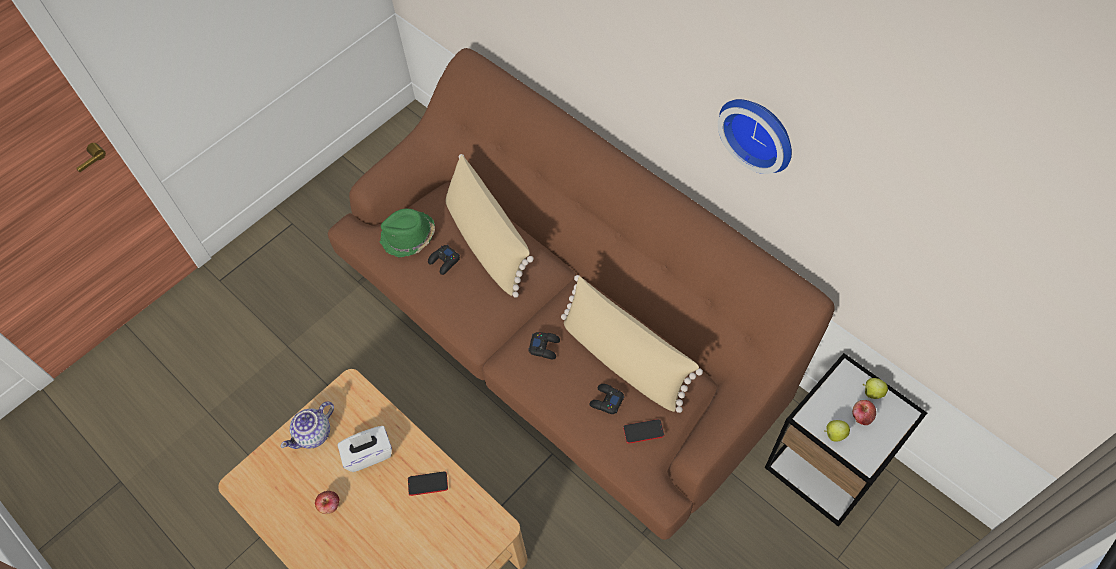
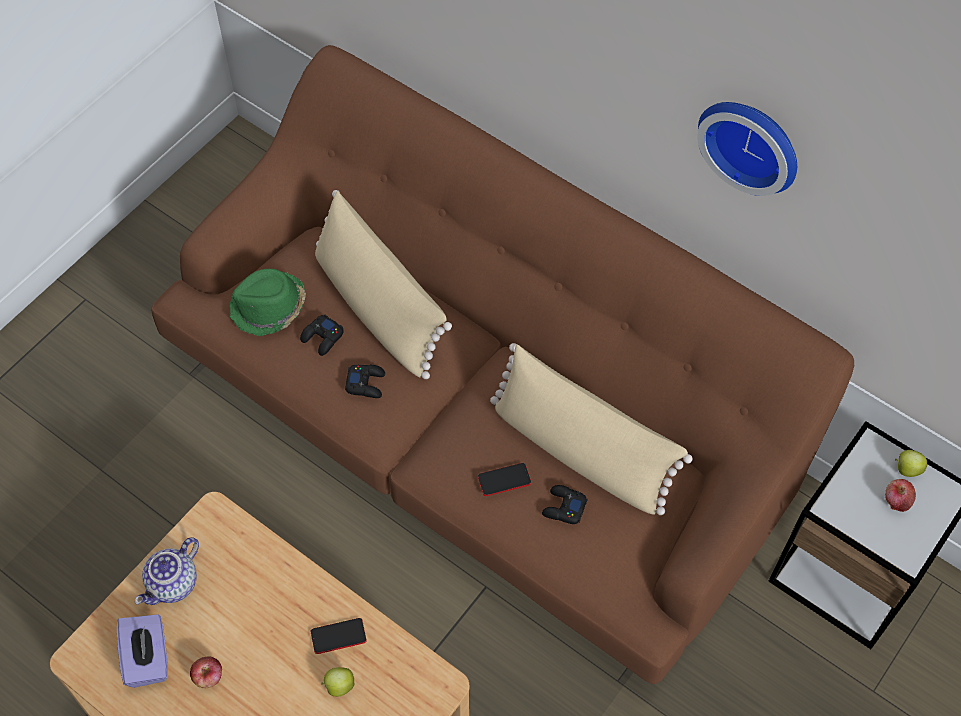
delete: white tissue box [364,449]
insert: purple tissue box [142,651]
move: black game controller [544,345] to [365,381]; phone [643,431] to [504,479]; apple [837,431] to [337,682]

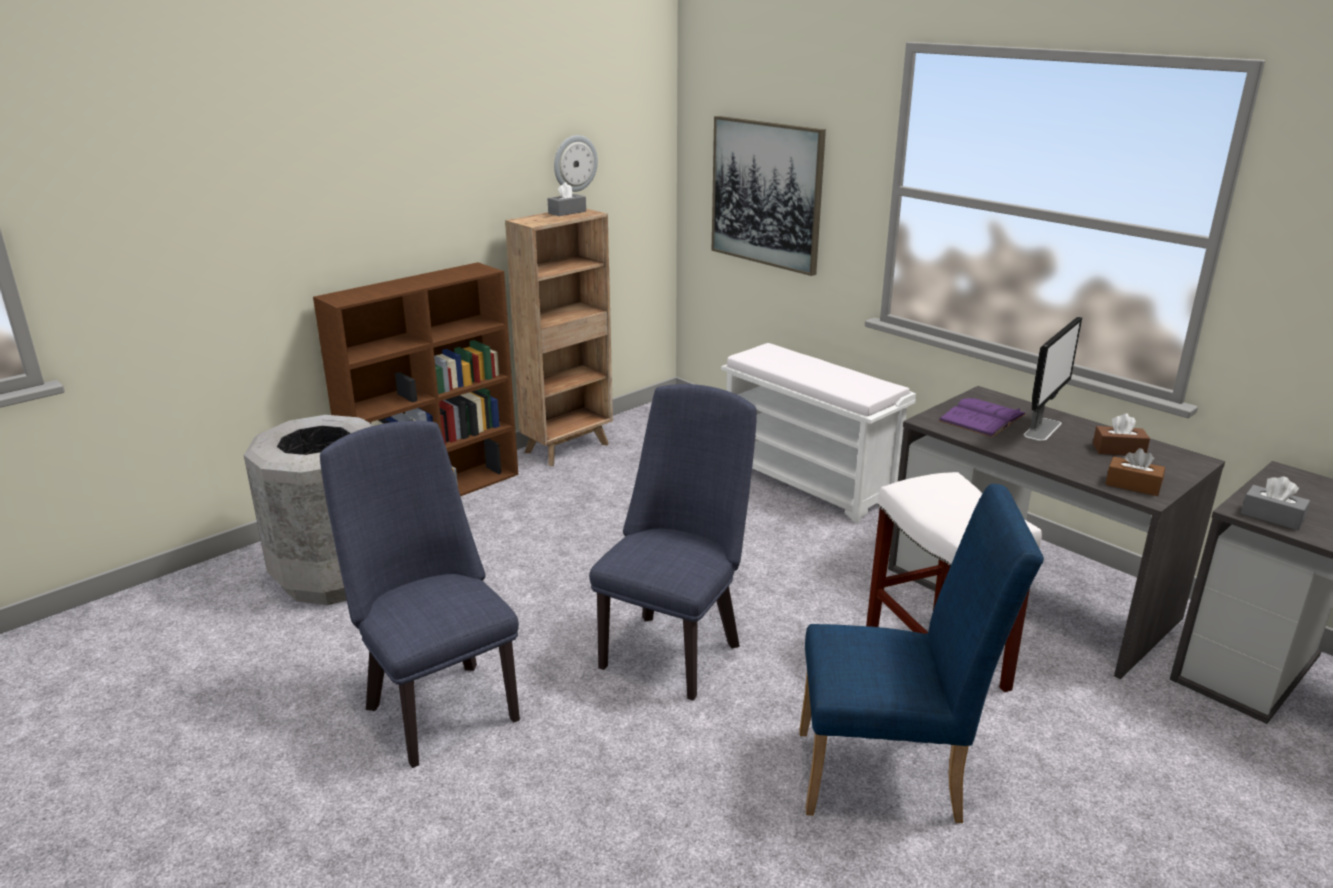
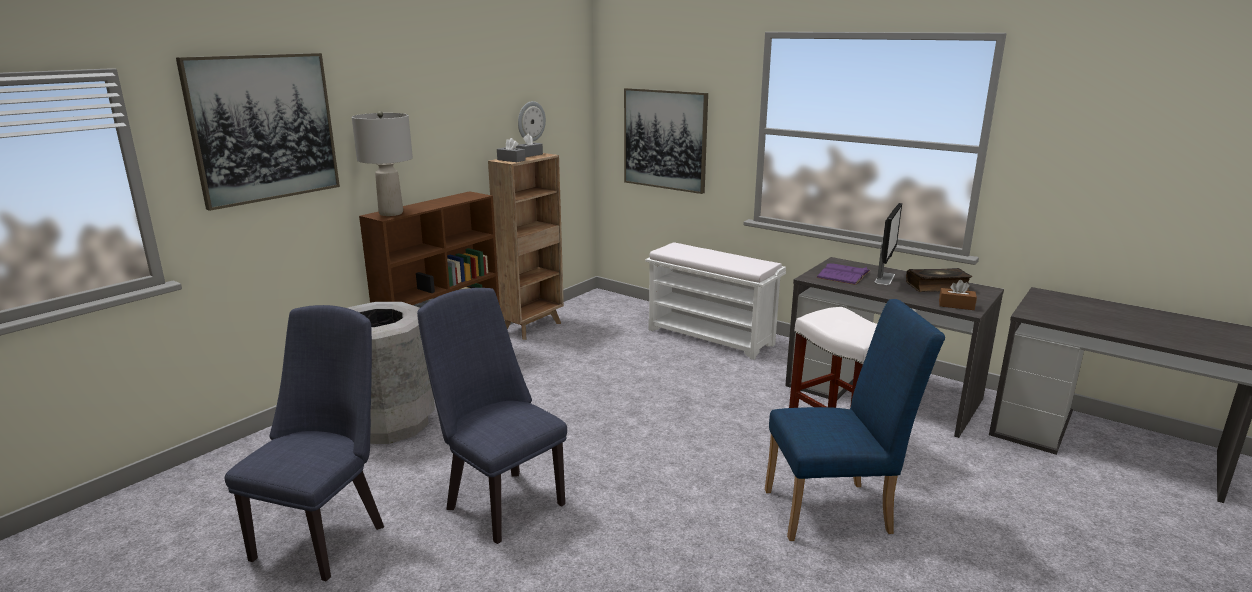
insert: picture [258,132]; grey table lamp [382,163]
move: blue chair [673,542] to [304,443]; grey tissue box [1275,503] to [511,150]
replace: brown tissue box [1121,434] to book [939,280]

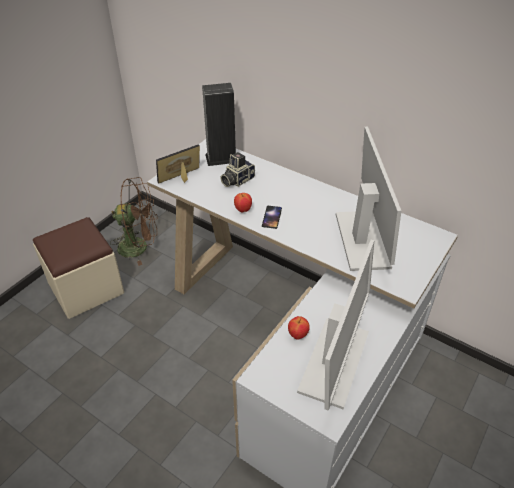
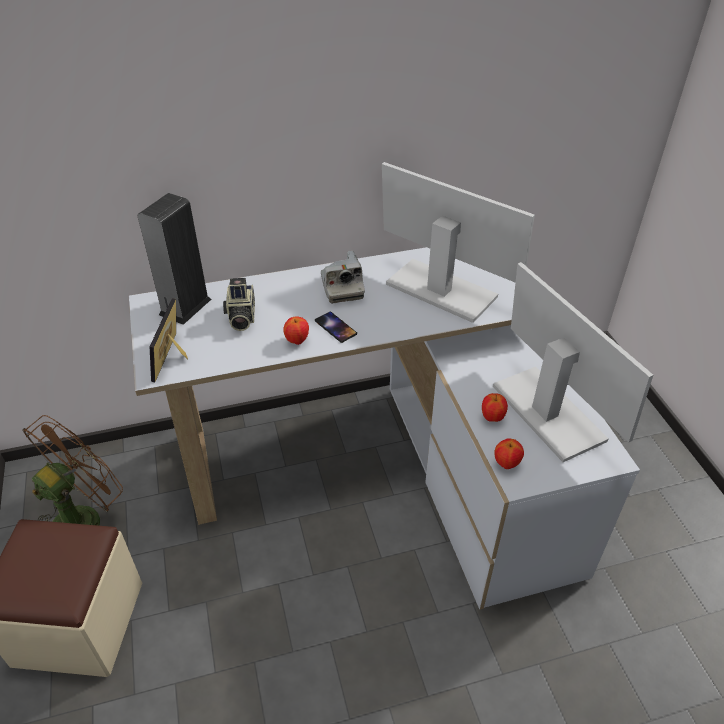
insert: photo camera [343,277]; apple [509,453]

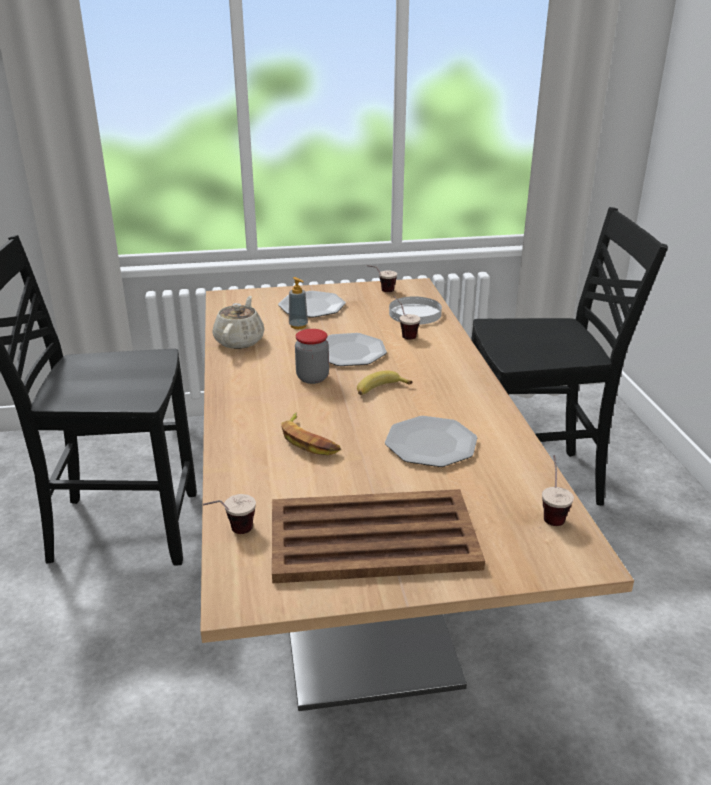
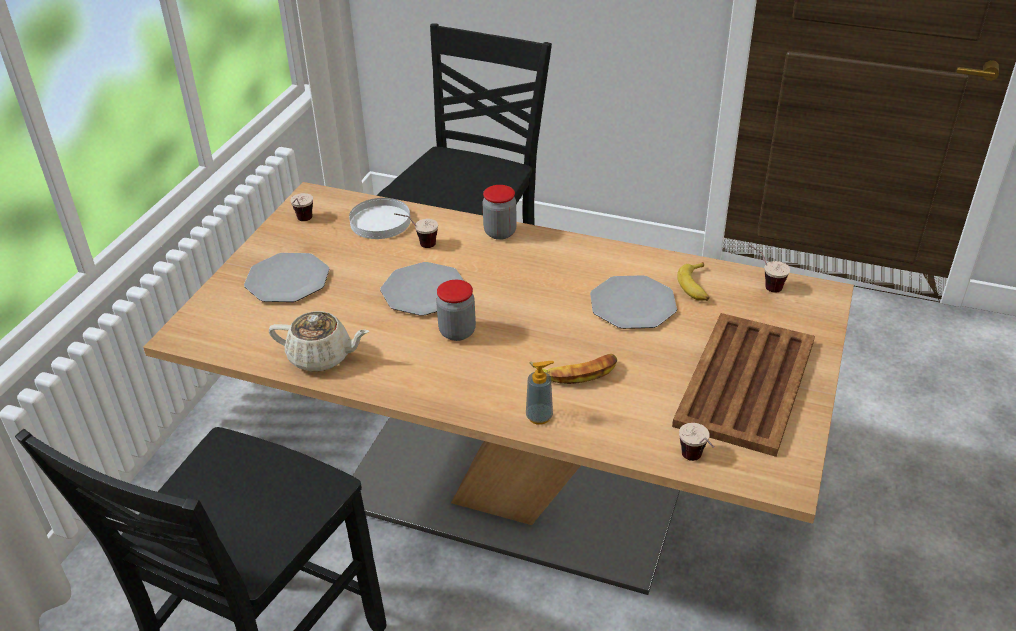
insert: jar [499,212]
move: soap dispenser [298,303] to [540,393]; banana [384,383] to [693,281]
rotate: beige teapot [238,322] = [319,341] 150 degrees clockwise

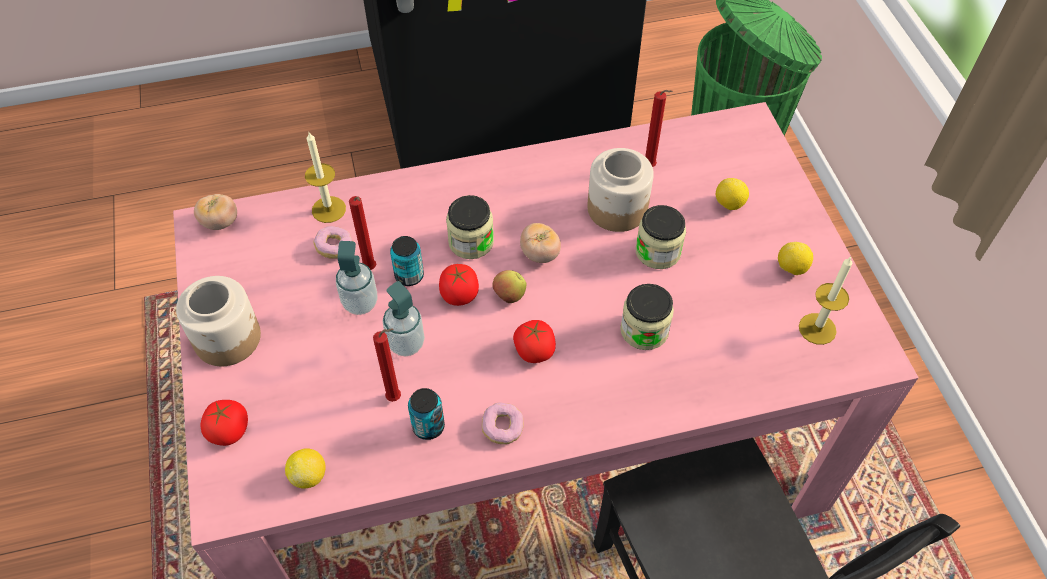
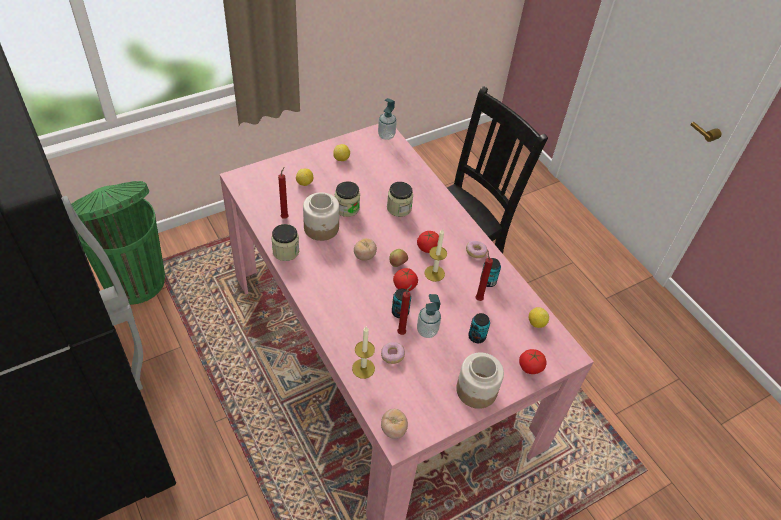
insert: can [479,328]
move: soap dispenser [404,318] to [387,119]; jar [470,227] to [285,242]; candle [825,300] to [435,255]

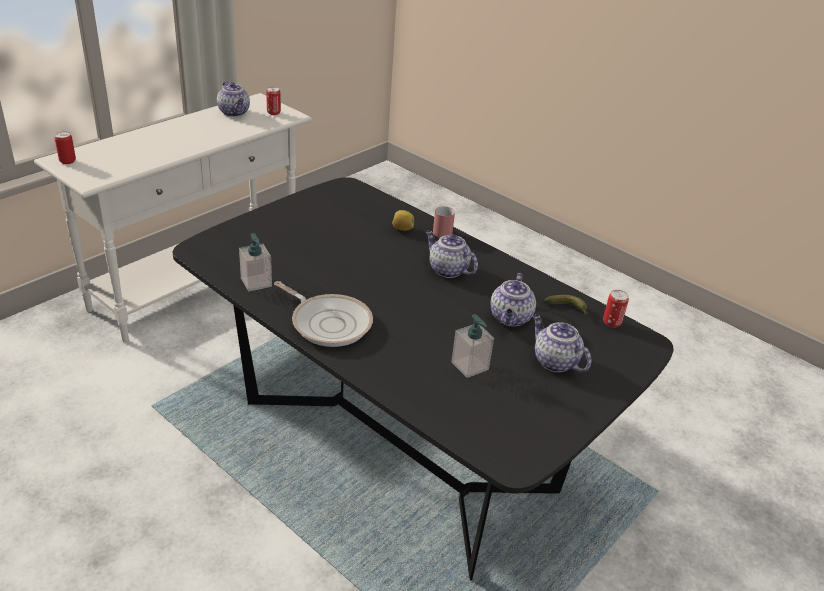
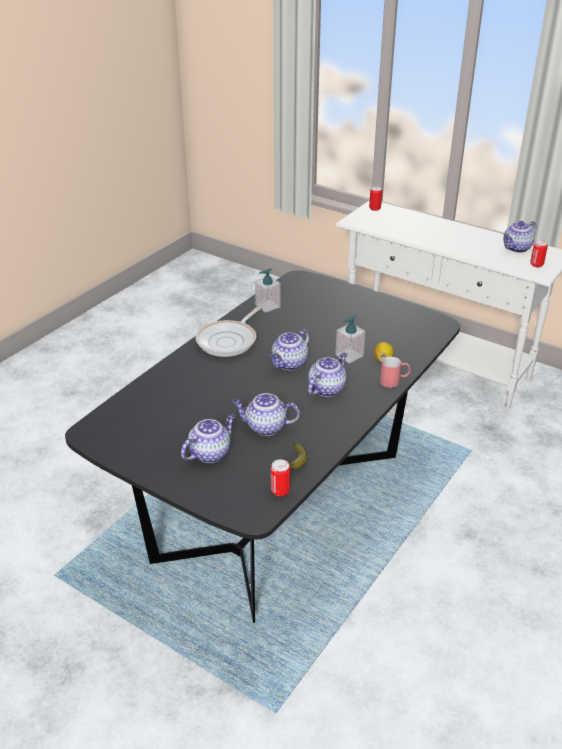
insert: teapot [289,349]
move: soap dispenser [472,346] to [350,339]

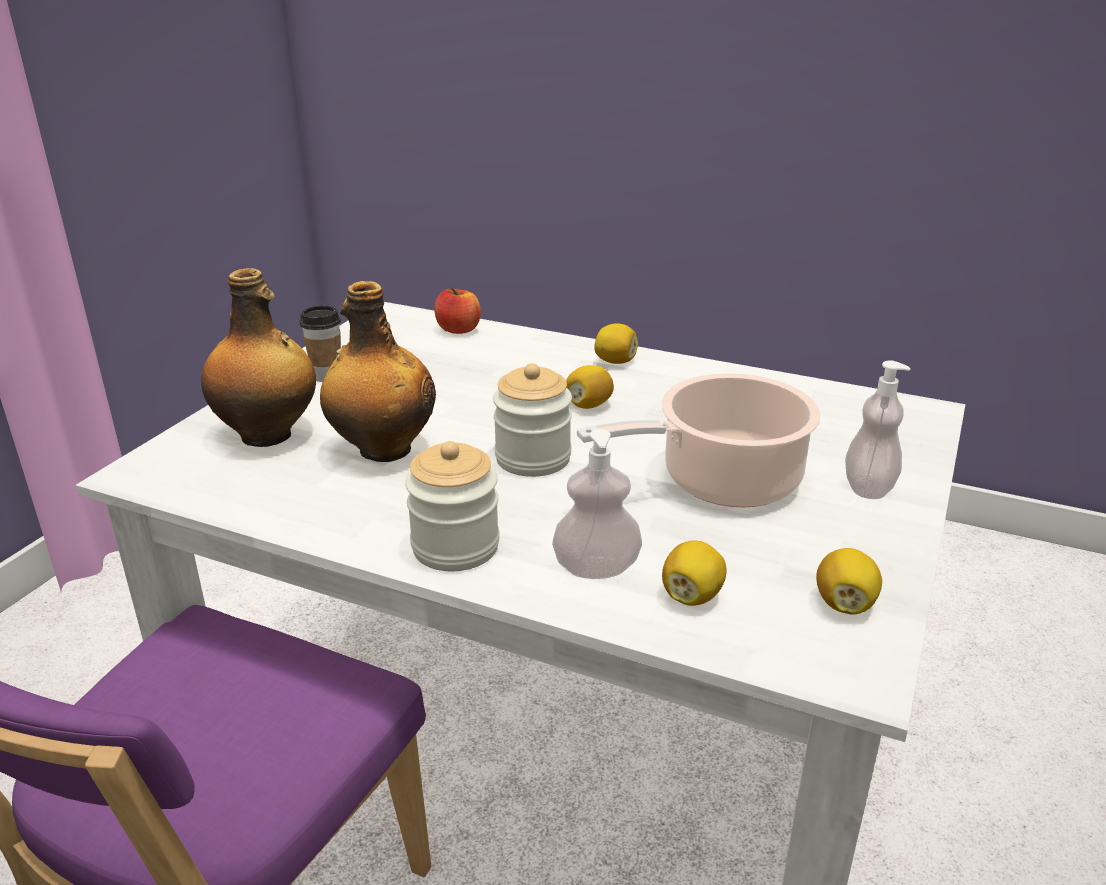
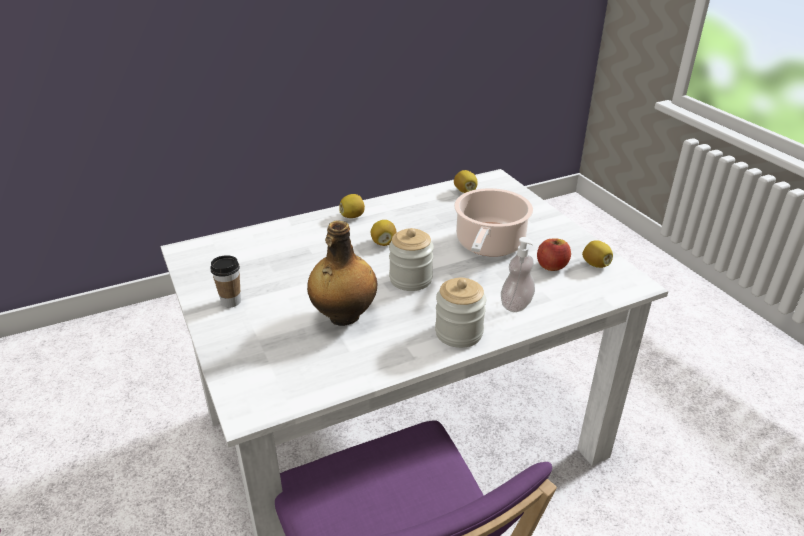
delete: bottle [258,357]; soap dispenser [877,429]
move: apple [457,310] to [554,254]; lemon [694,573] to [466,181]

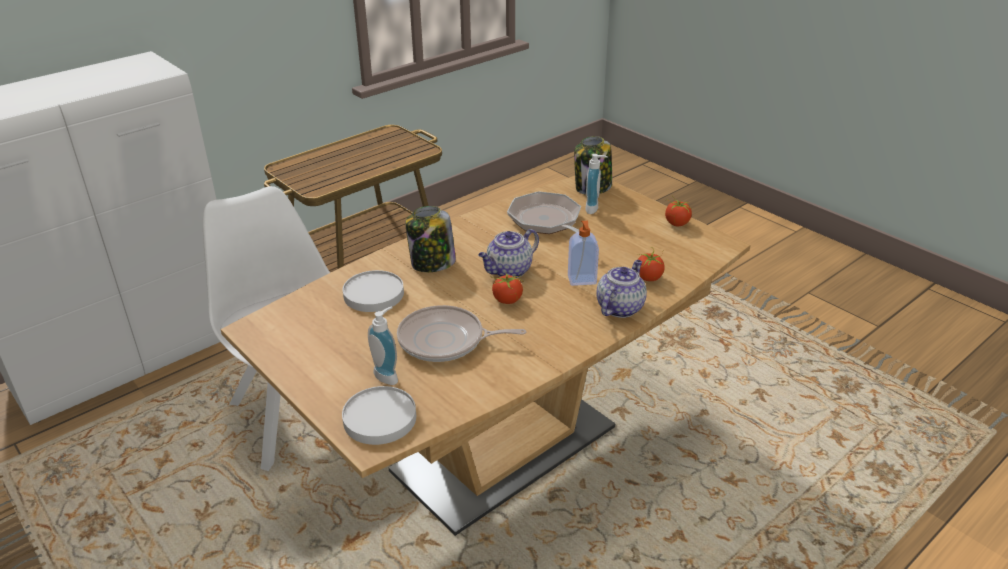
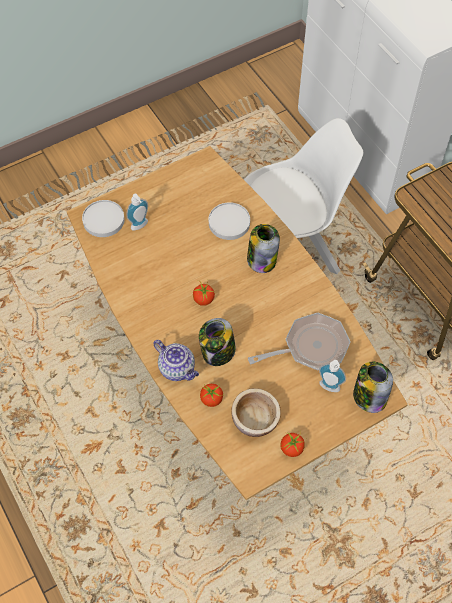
delete: frying pan [461,333]; teapot [508,253]
insert: bowl [256,412]
replace: soap dispenser [583,253] to jar [217,342]

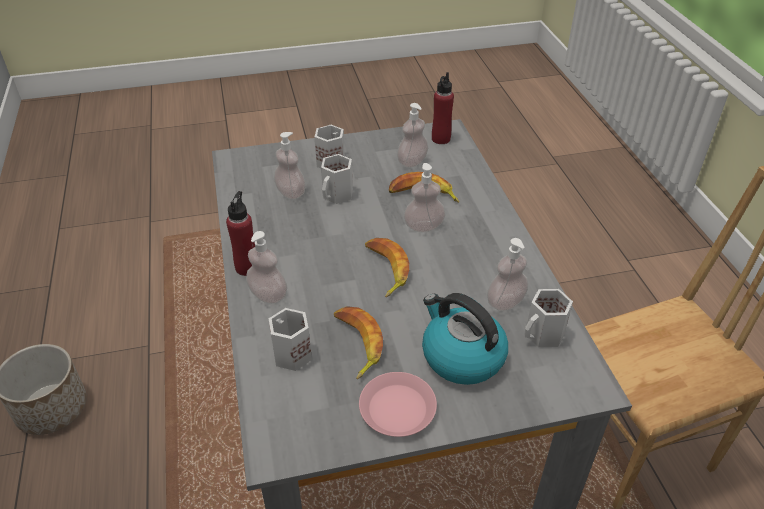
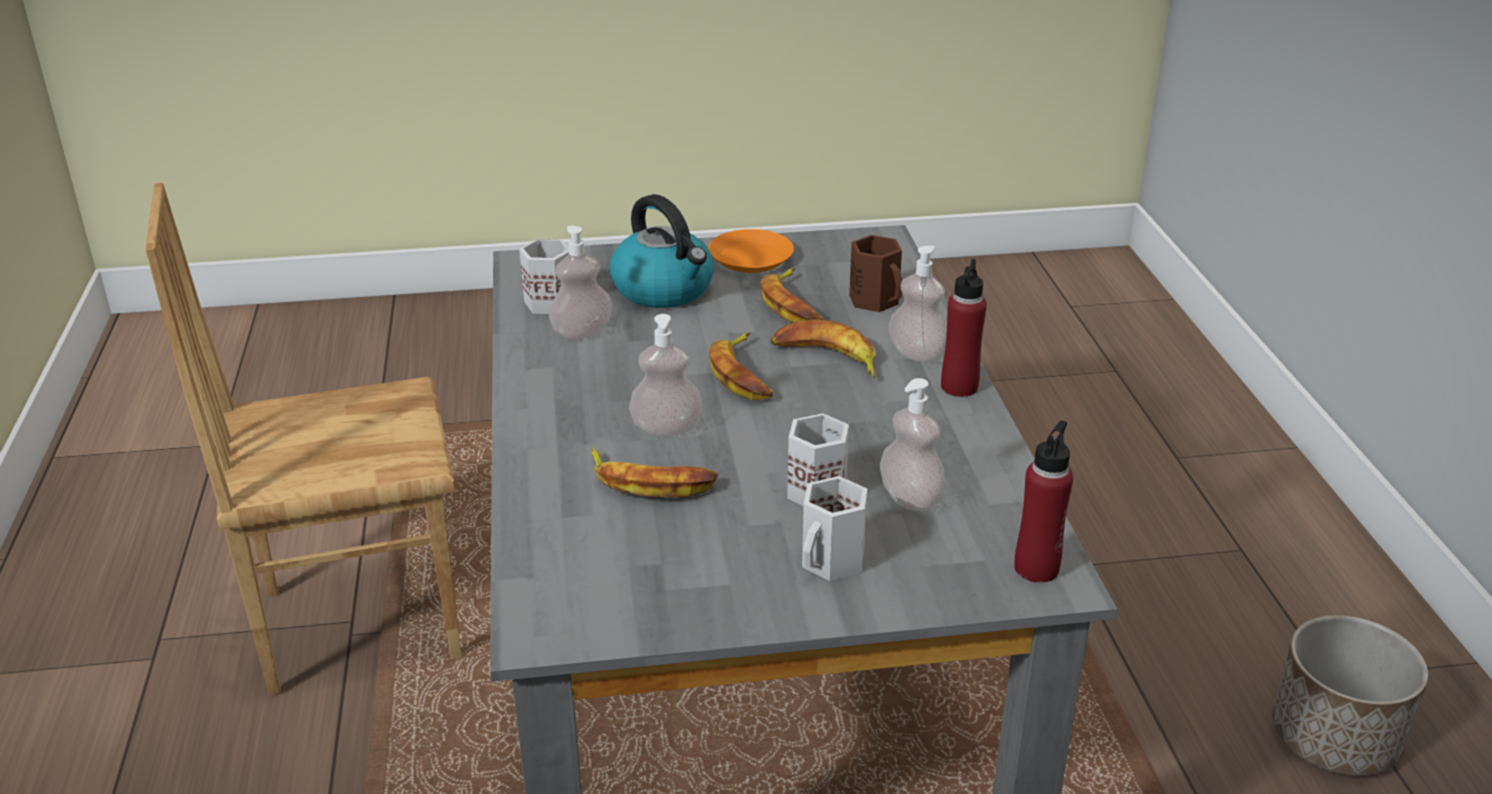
delete: soap dispenser [412,135]
insert: banana [823,348]
move: red bottle [443,108] to [1043,501]
recolor: white mug [290,339] to brown mug [875,273]; pink plate [398,404] to orange plate [751,251]

